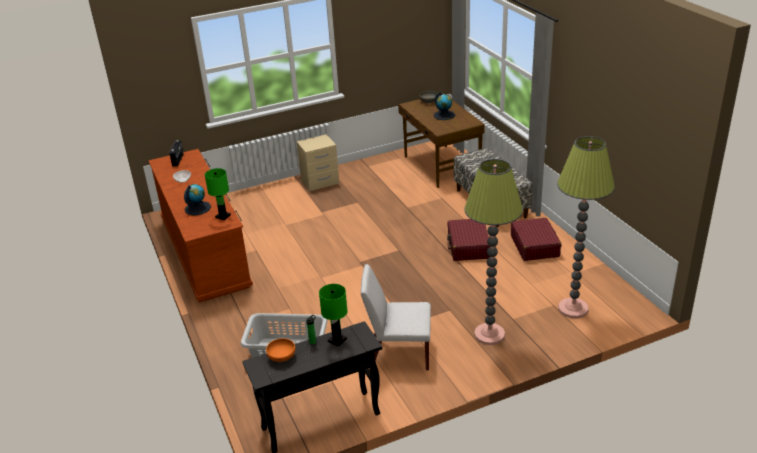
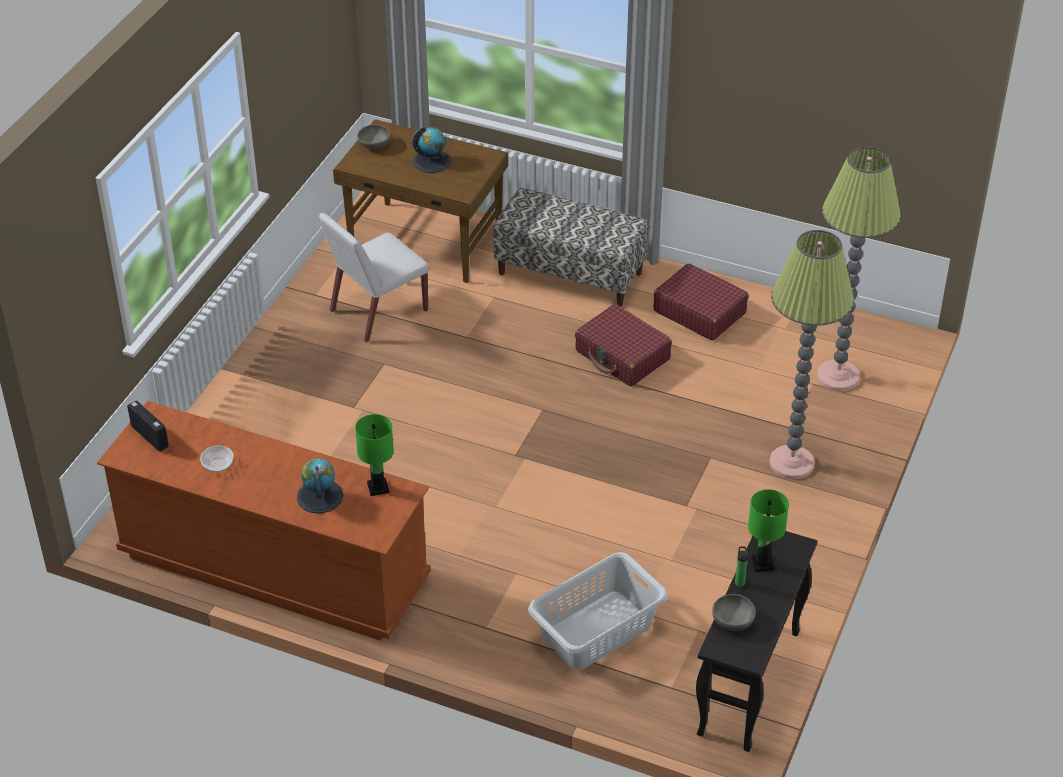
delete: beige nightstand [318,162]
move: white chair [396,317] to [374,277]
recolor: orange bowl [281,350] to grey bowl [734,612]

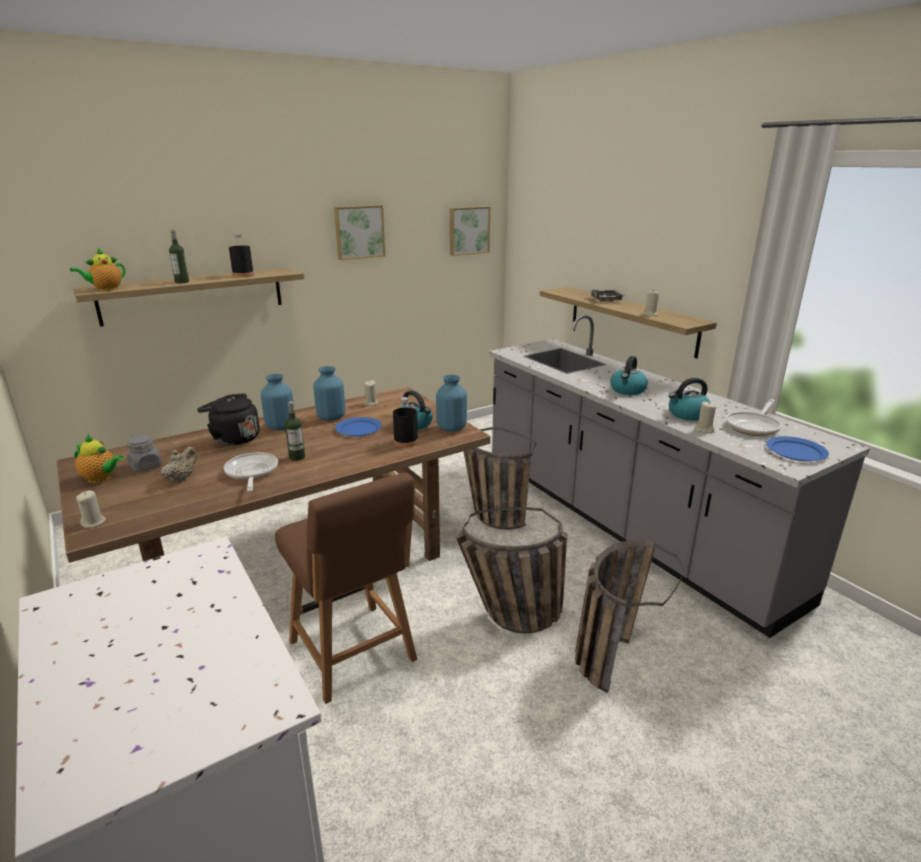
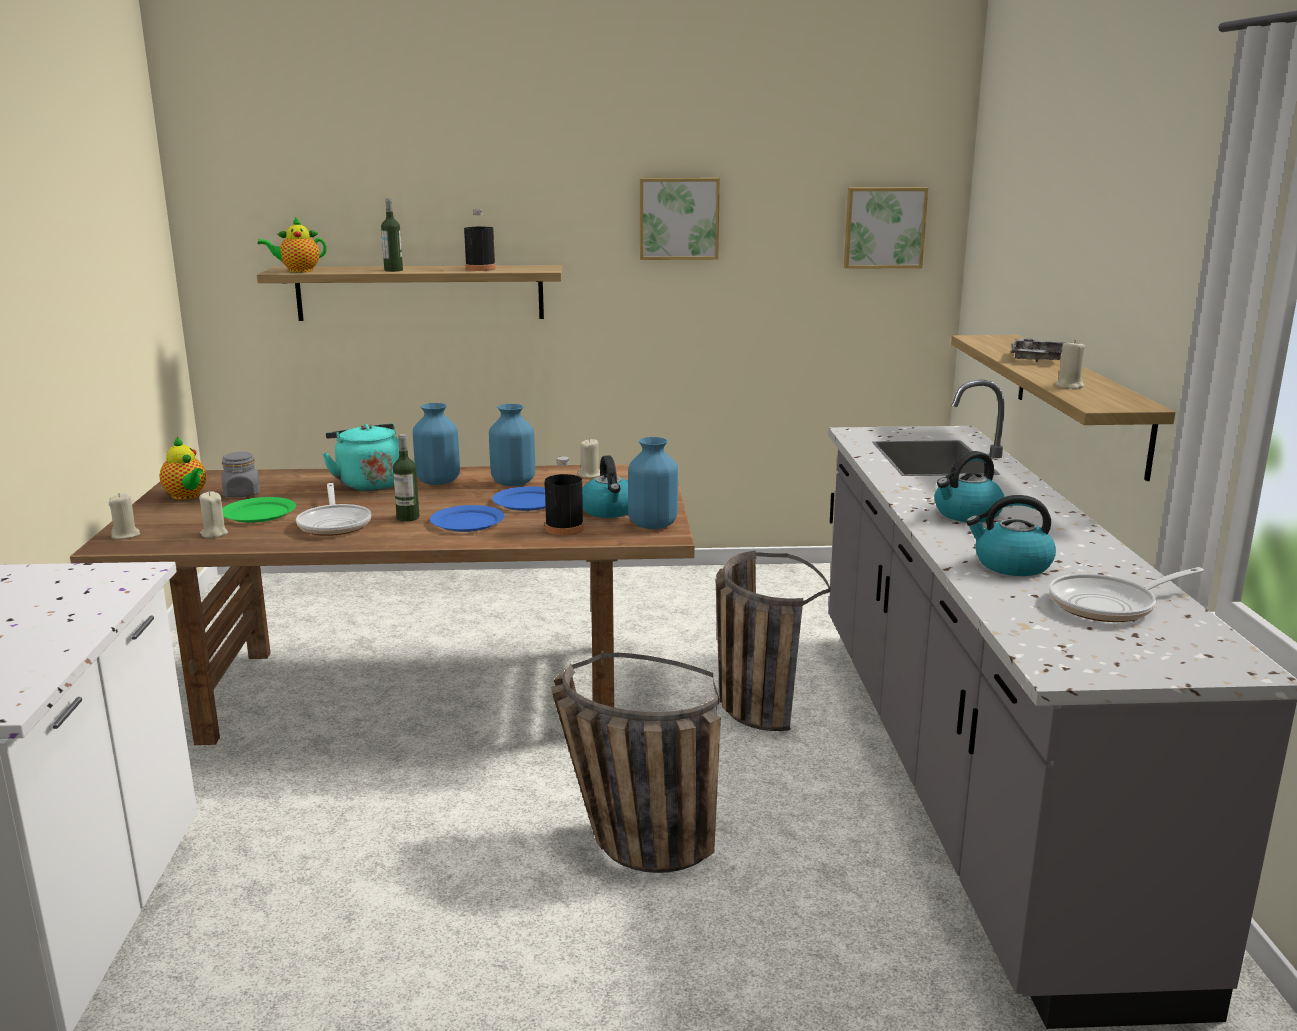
delete: brown chair [346,588]; basket [628,616]
move: beige candle [705,417] to [213,514]; blue plate [797,448] to [467,518]
replace: beige teapot [179,464] to green plate [259,510]
recolor: black kettle [228,419] to turquoise kettle [360,457]
rotate: frying pan [251,472] = [334,509] 150 degrees clockwise

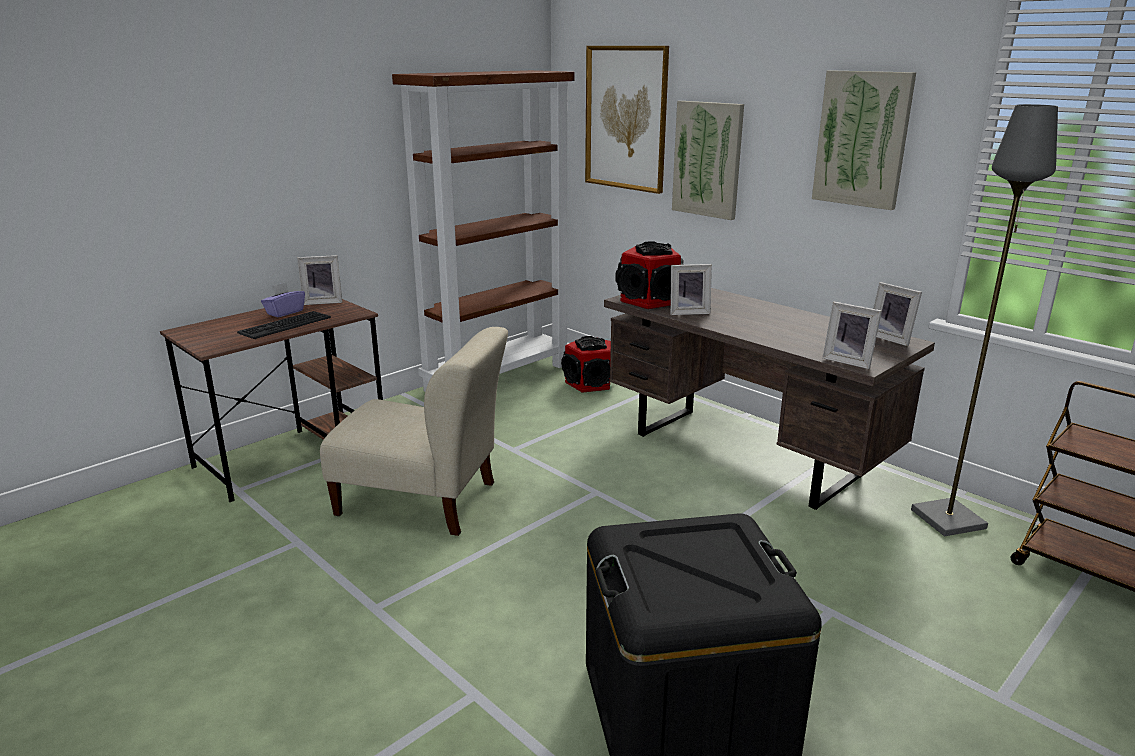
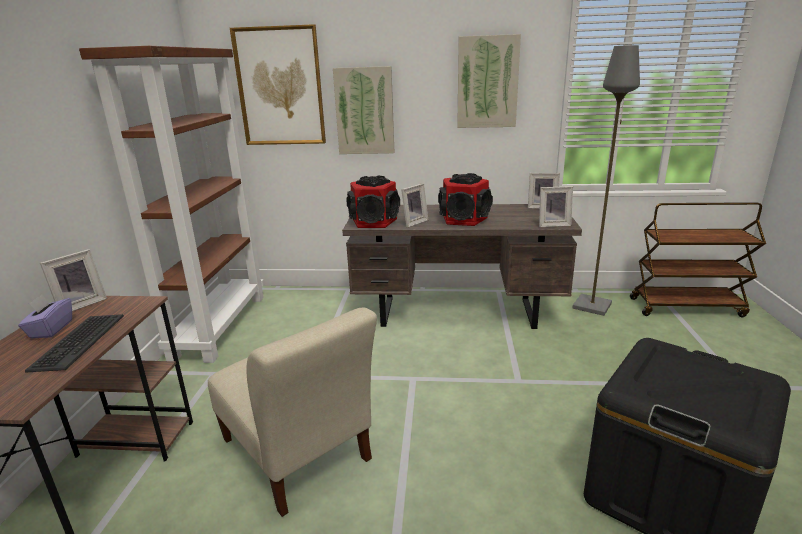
move: speaker [586,364] to [465,199]
rotate: beige chair [414,431] = [292,412] 75 degrees clockwise

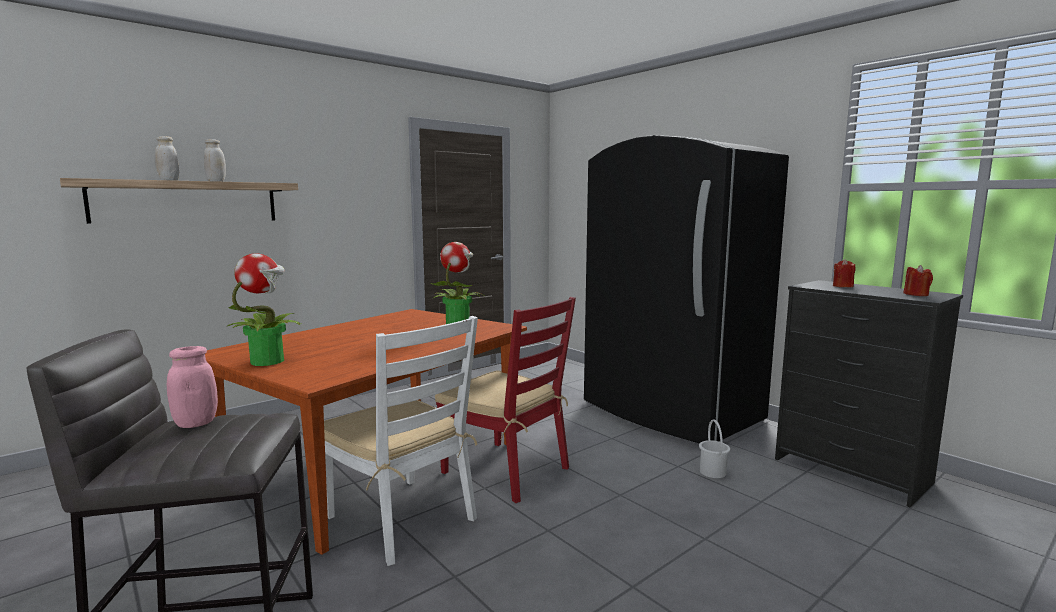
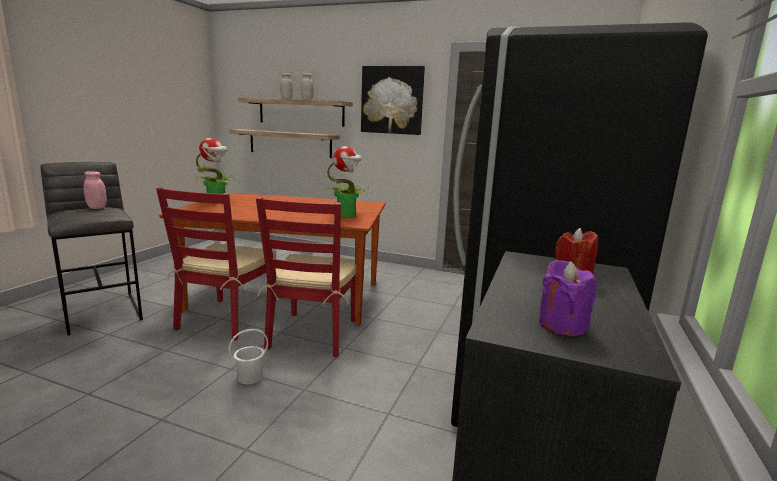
insert: shelf [284,144]; picture [393,100]
move: white bucket [714,448] to [248,357]
recolor: white chair [401,441] to red chair [216,263]; red candle [918,280] to purple candle [568,298]

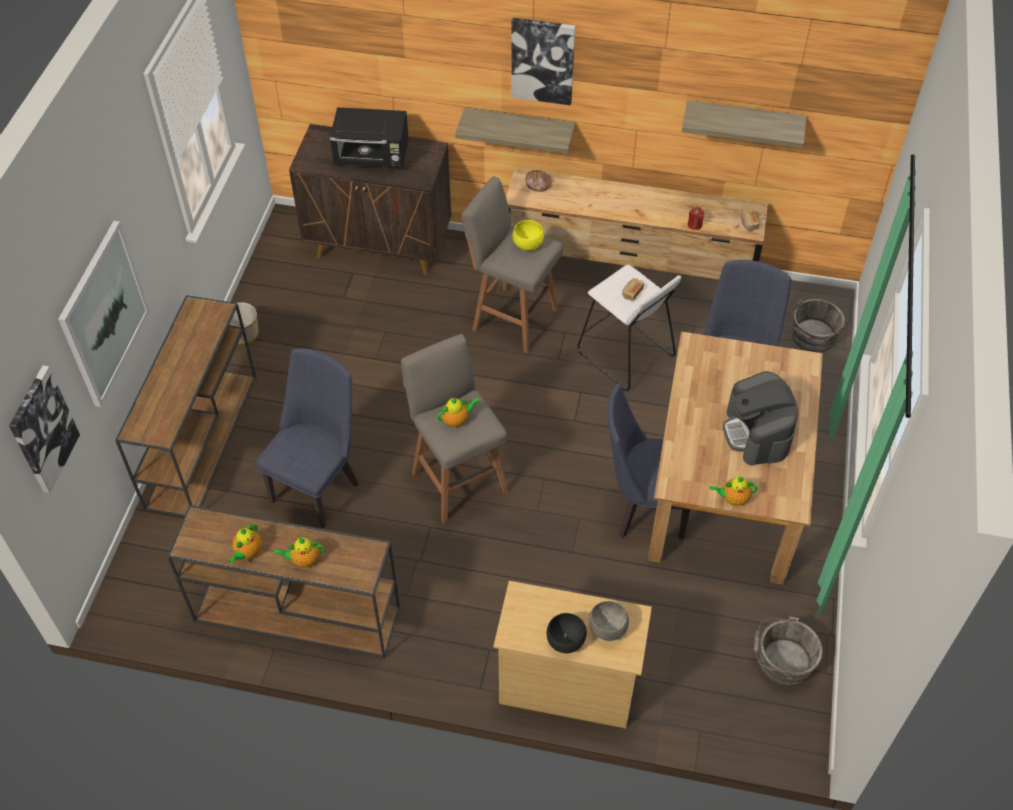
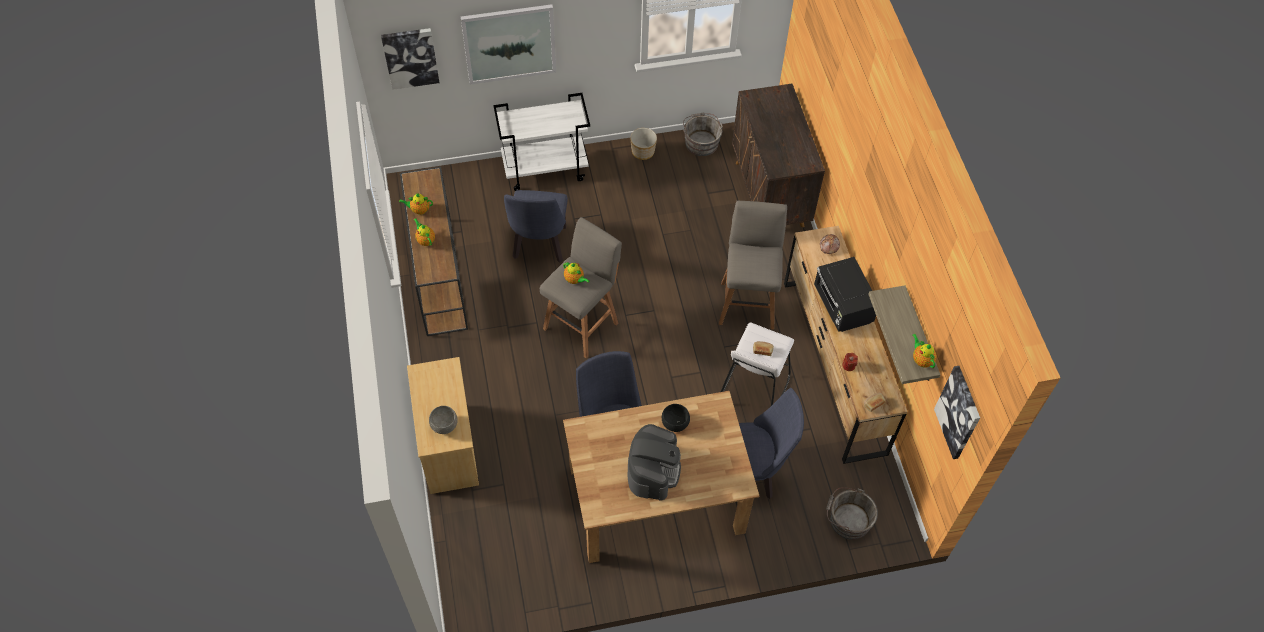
delete: shelf [515,131]; yellow bowl [528,235]
move: black microwave [369,137] to [845,294]; picture [543,61] to [957,412]; black bowl [567,633] to [676,418]; teapot [733,491] to [925,351]; grey bucket [788,651] to [703,134]
replace: brown console table [185,406] to white cart [541,142]
rotate: blue chair [307,438] = [536,226] 90 degrees clockwise; coffee machine [760,418] = [654,462] 135 degrees clockwise

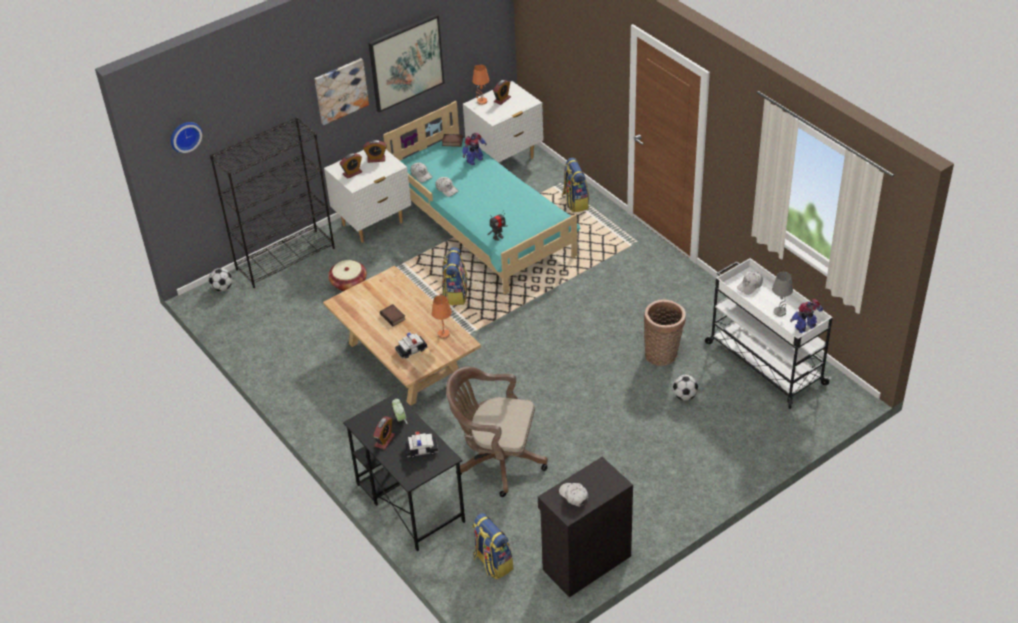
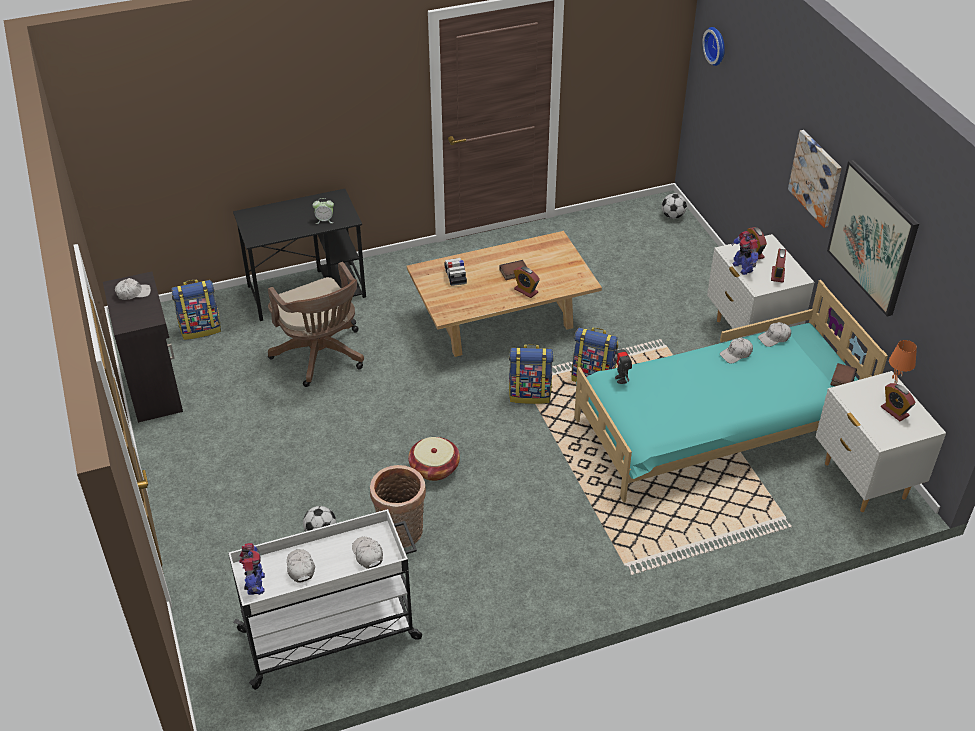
delete: black bookcase [272,202]; toy car [421,444]; orange table lamp [442,317]
move: basket [347,275] to [434,459]; alarm clock [384,433] to [527,282]; toy robot [474,149] to [744,253]; backpack [575,185] to [531,374]
replace: grey table lamp [782,294] to white cap [301,566]
rotate: brown office chair [497,432] = [316,324] 120 degrees clockwise

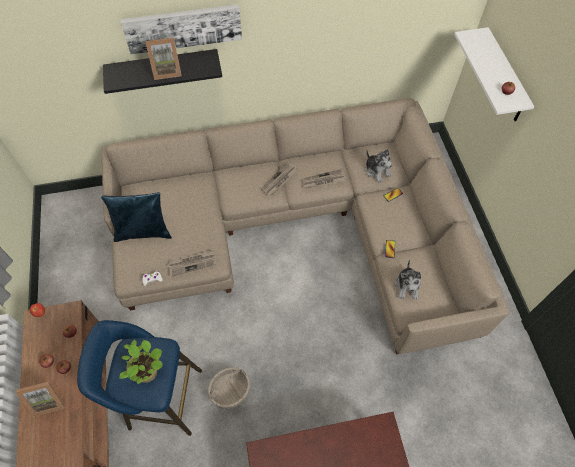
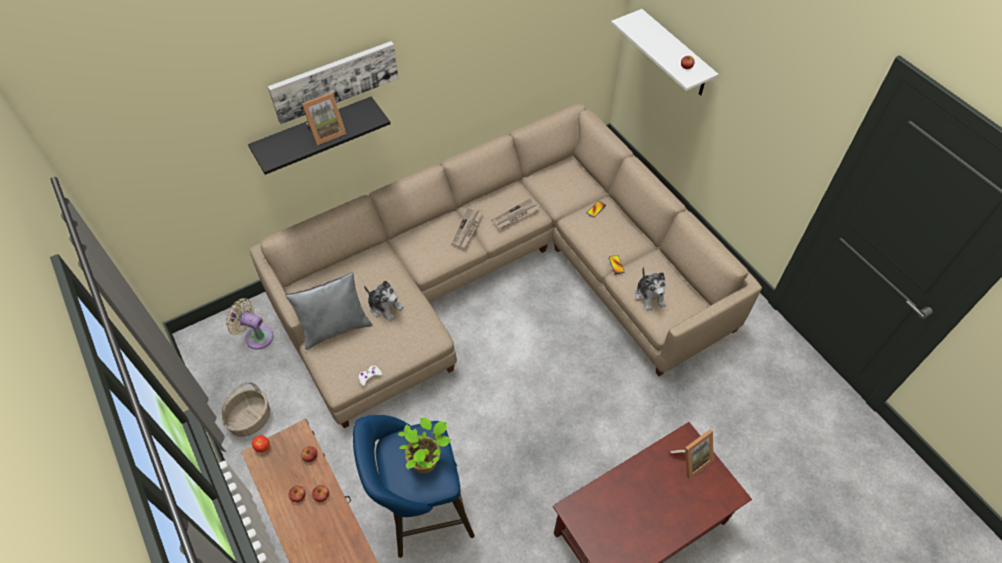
delete: newspaper [192,263]
insert: beige fan [249,324]
move: picture frame [40,399] to [692,454]; basket [229,388] to [245,409]; plush toy [378,166] to [384,301]
recolor: blue pillow [136,217] to grey pillow [329,311]

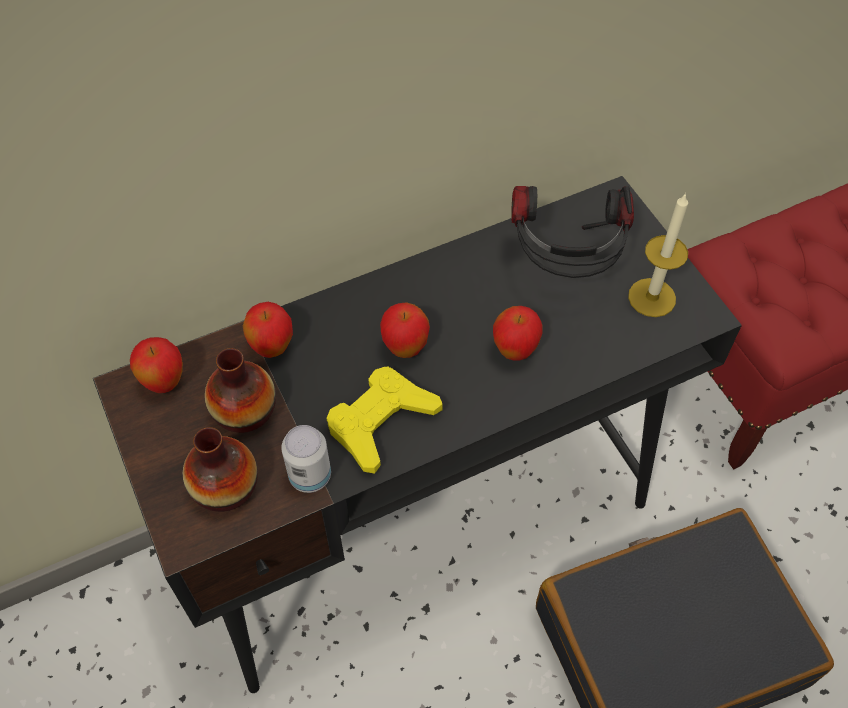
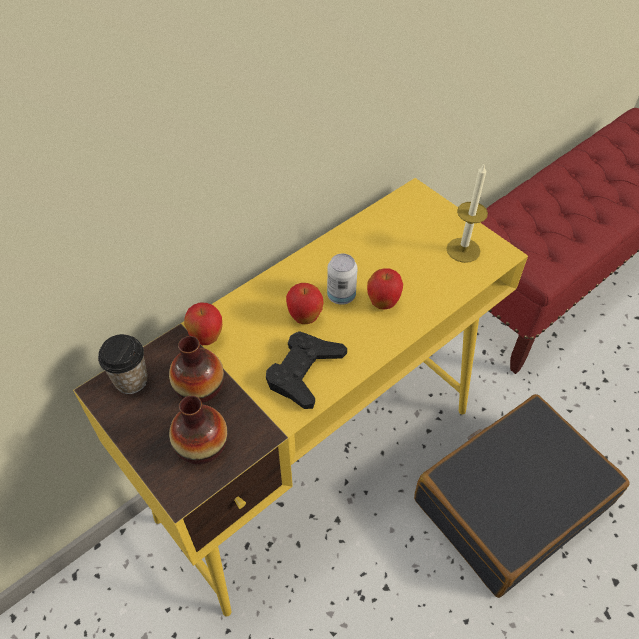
delete: headphones [572,232]
move: can [306,459] to [342,279]
replace: apple [156,365] to cup [123,364]
recolor: black desk [417,434] to yellow desk [300,397]; yellow game controller [384,420] to black game controller [306,370]

